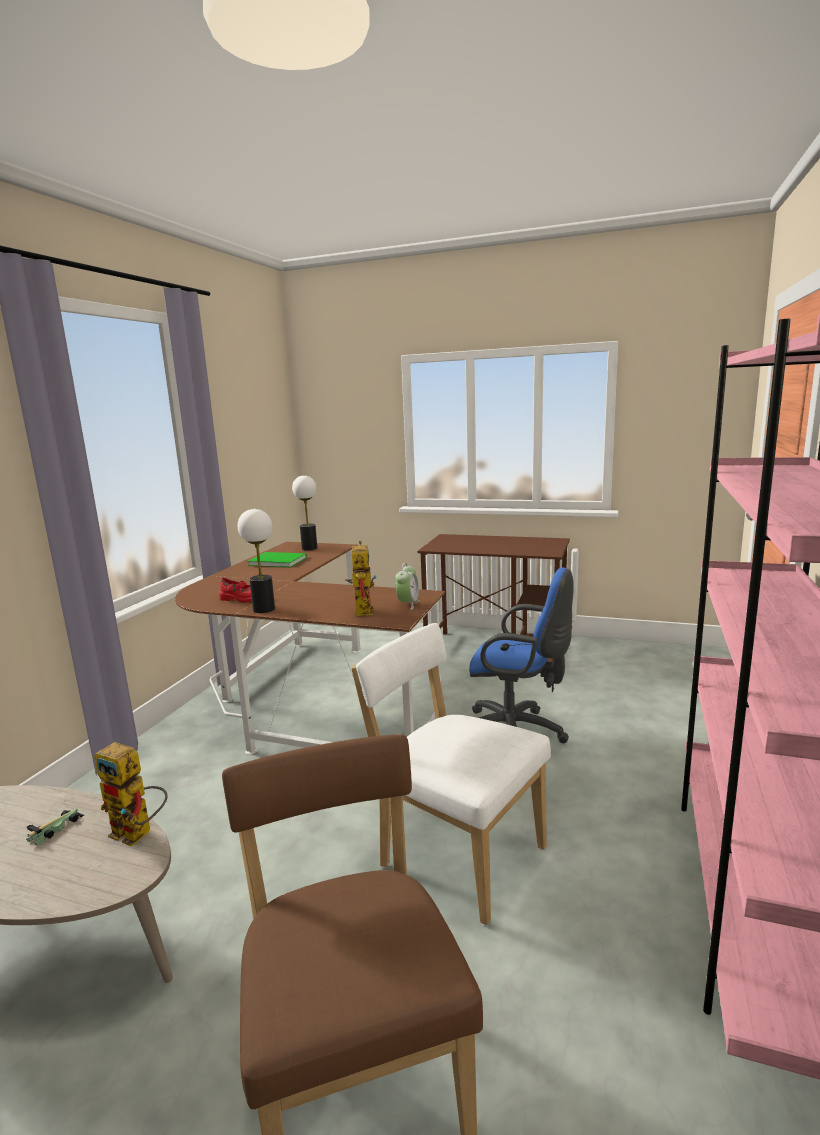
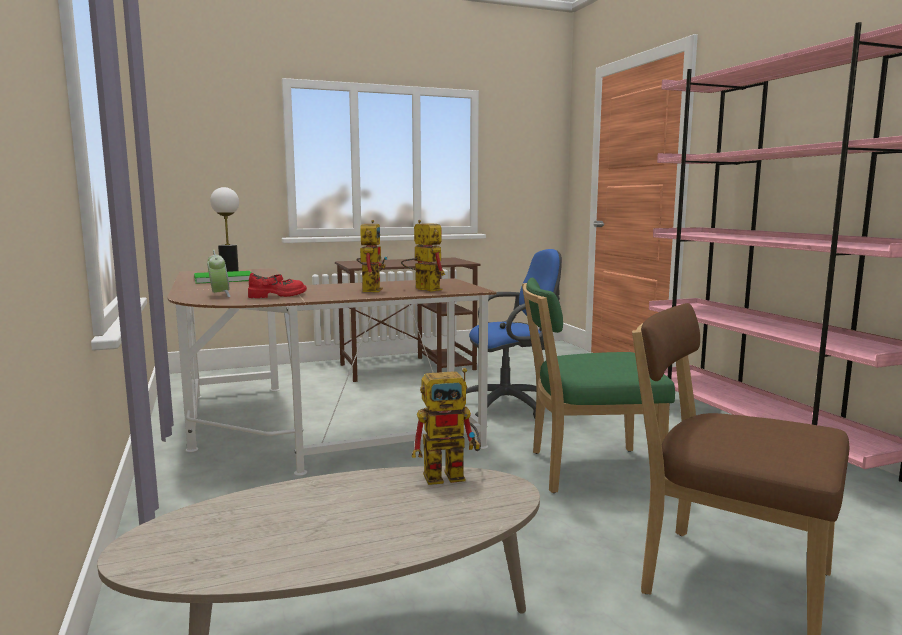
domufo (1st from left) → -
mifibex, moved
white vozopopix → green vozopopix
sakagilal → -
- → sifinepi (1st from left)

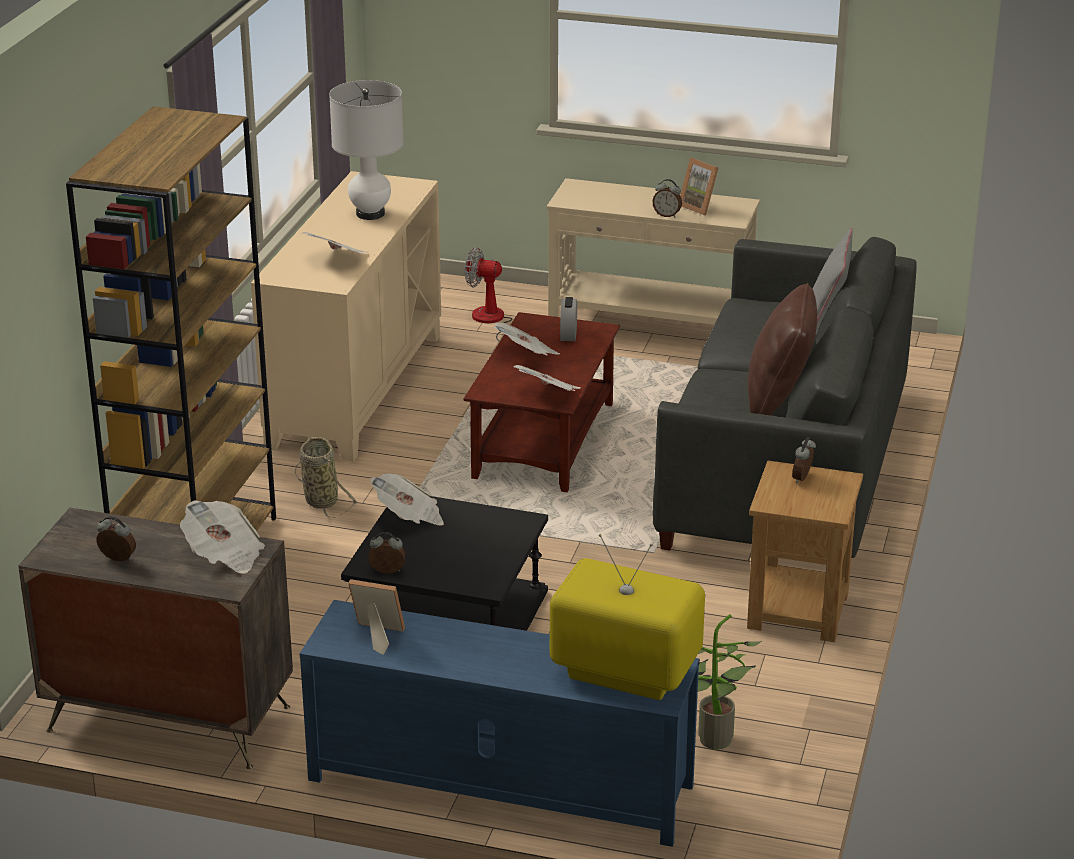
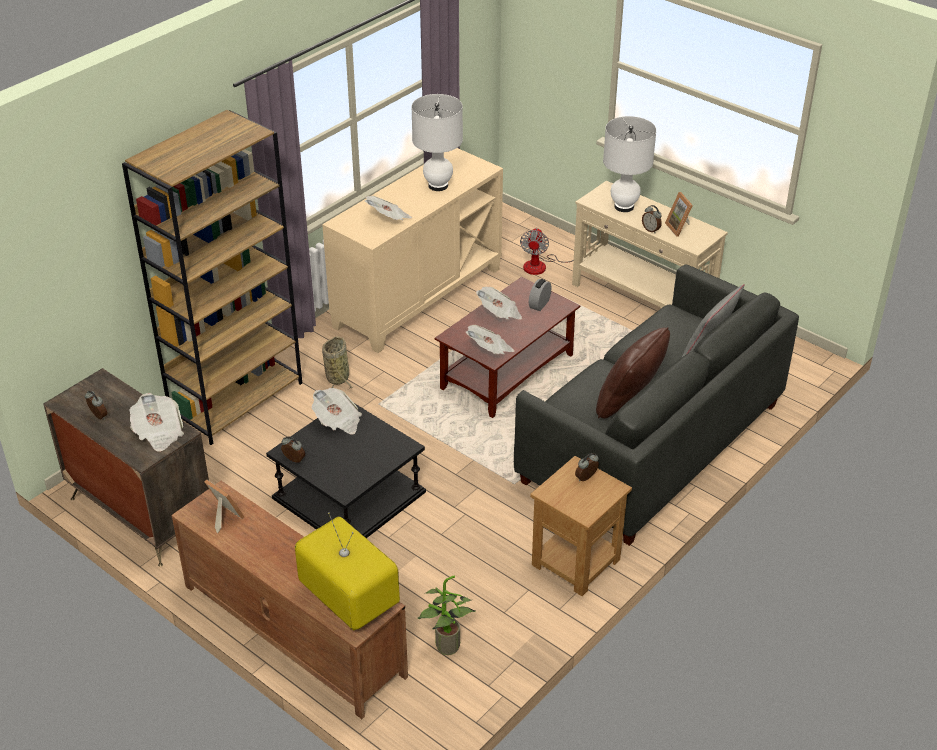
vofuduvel, 120 degrees counterclockwise
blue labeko → brown labeko
- → white domufo (2nd from left)

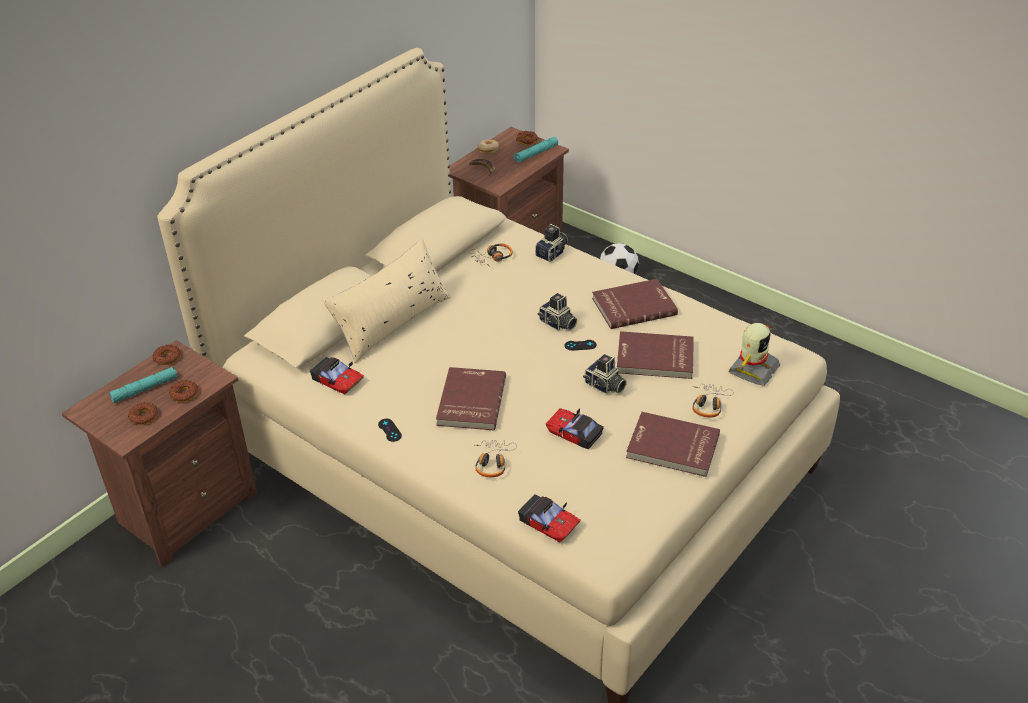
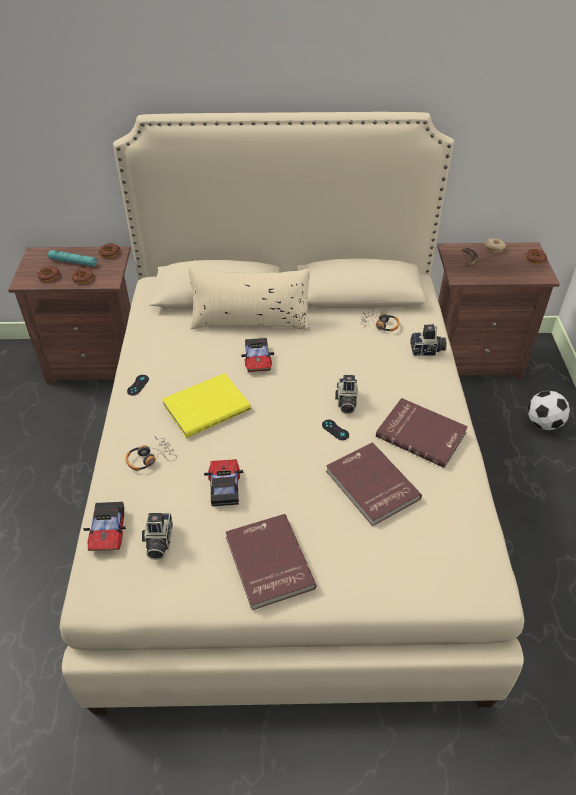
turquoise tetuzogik (2nd from left) → -
sifinepi → -
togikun (3rd from left in the first image) → togikun (1st from left), moved
sakagilal (1st from left in the first image) → sakagilal (3rd from left), moved
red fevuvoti (1st from left) → yellow fevuvoti
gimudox (3rd from left) → -

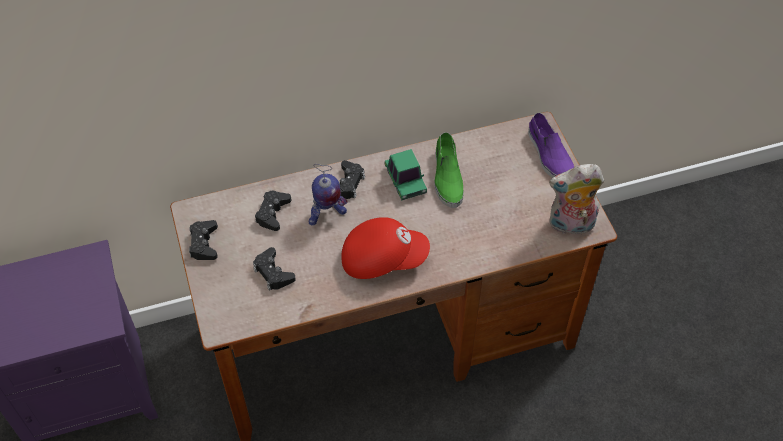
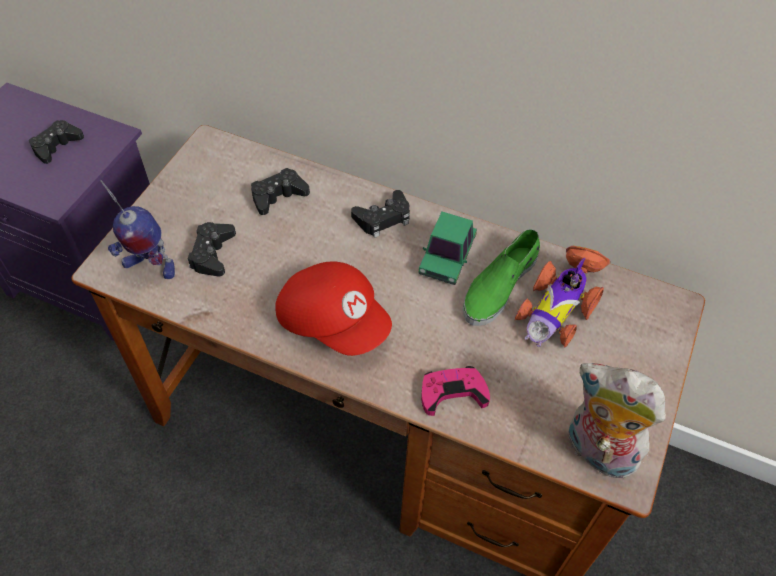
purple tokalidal → -
sifinepi, moved
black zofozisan (1st from left), moved
- → sakagilal (2nd from left)
- → pink zofozisan

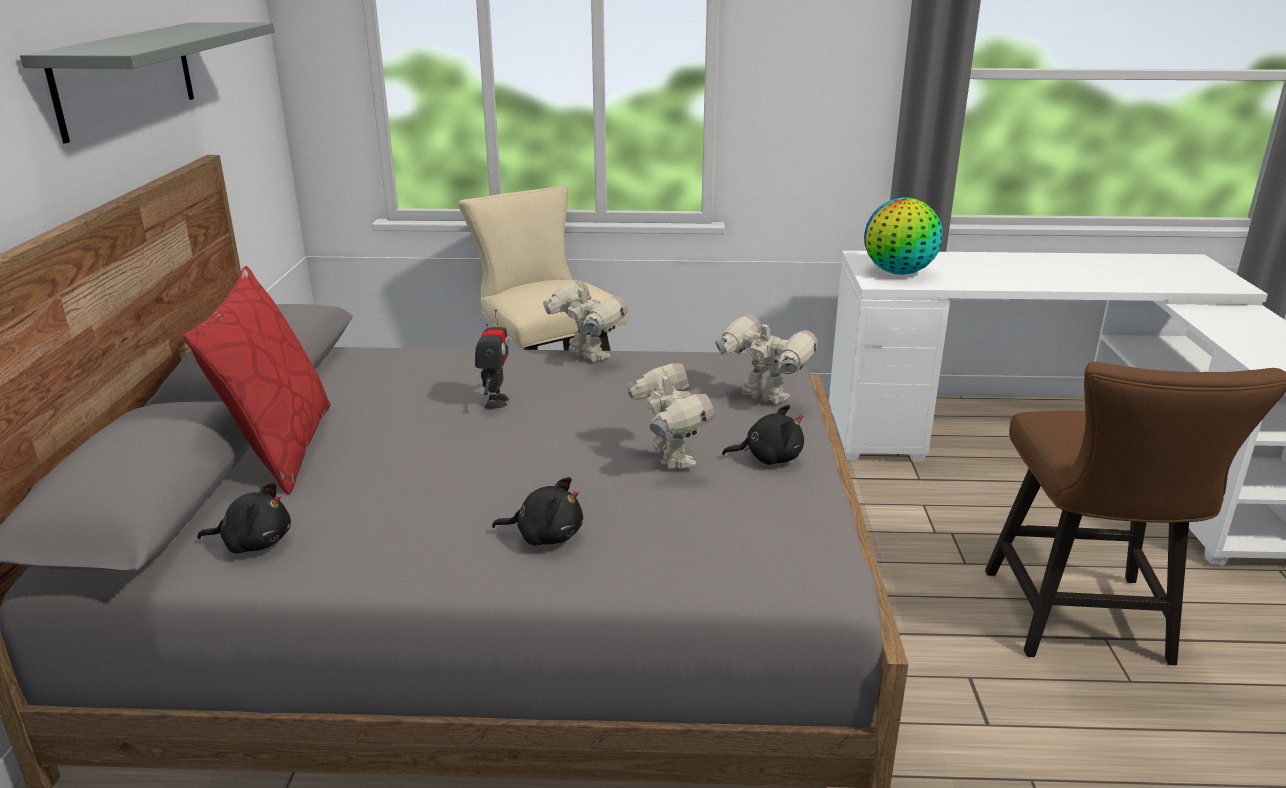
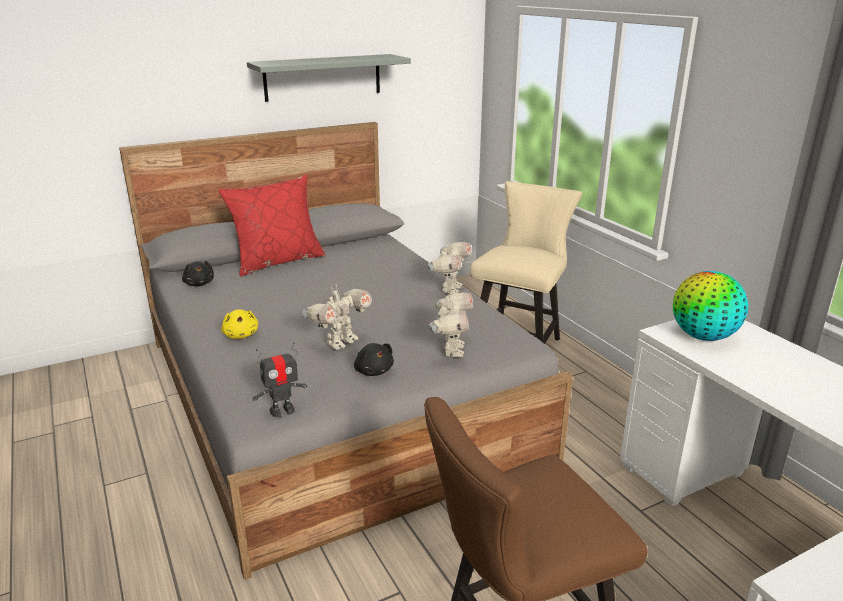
sifinepi (1st from left), moved
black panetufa (2nd from left) → yellow panetufa

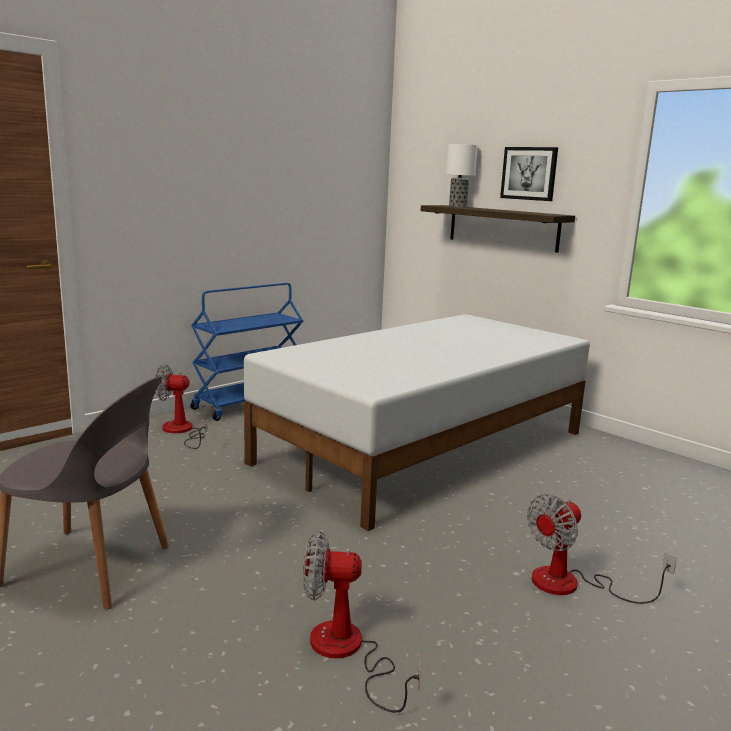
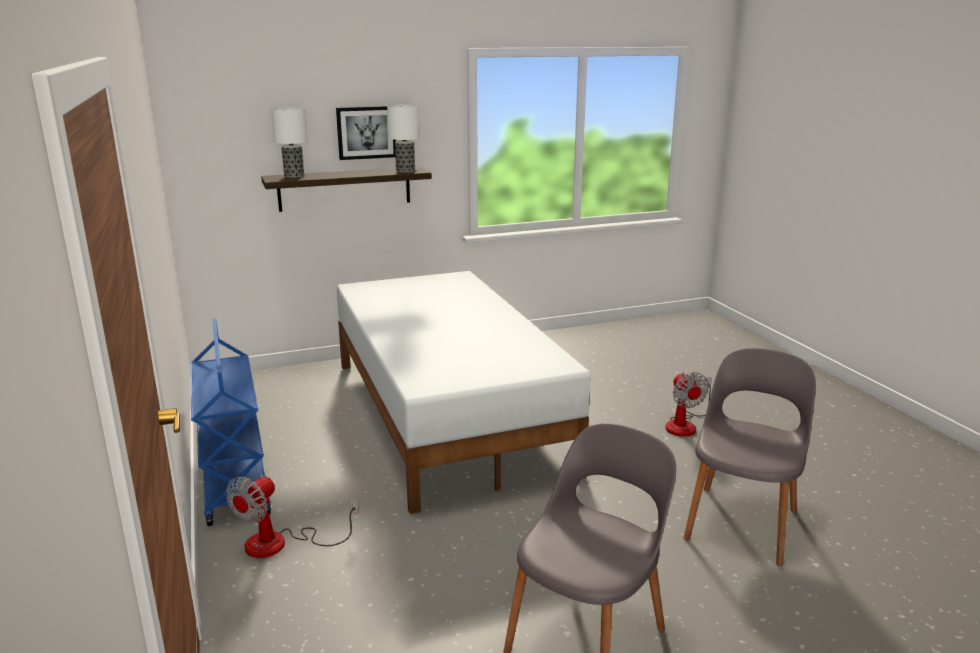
vofuduvel (2nd from left) → grey vozopopix (2nd from left)
- → domufo (2nd from left)

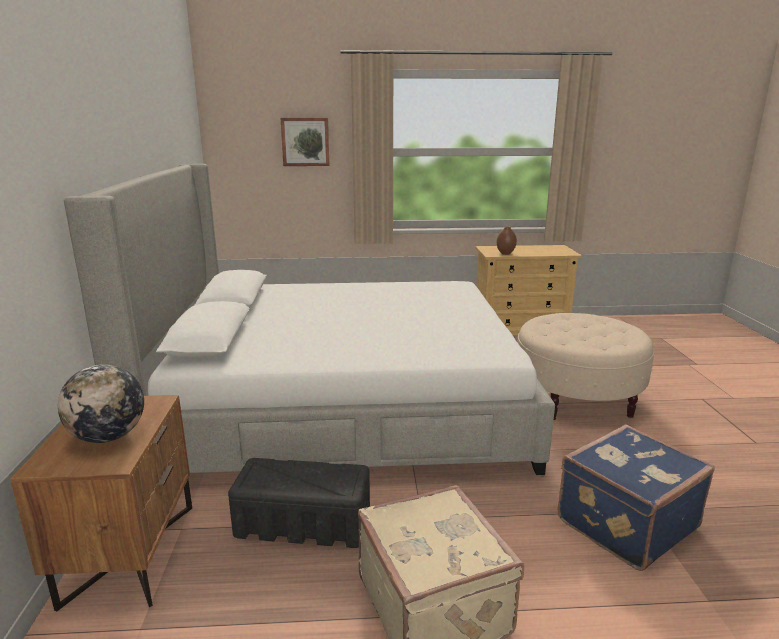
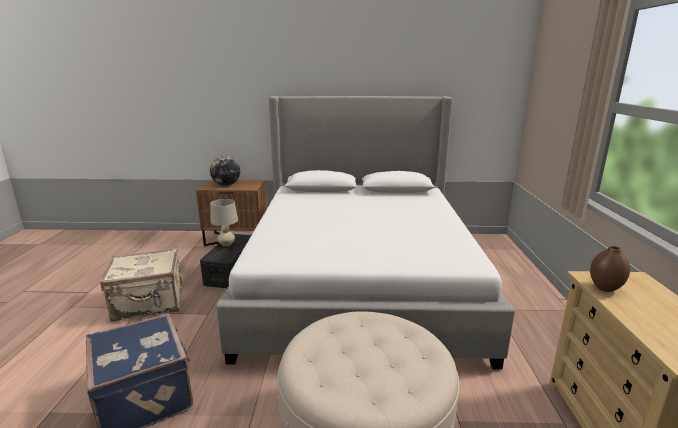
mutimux → -
- → beige domufo

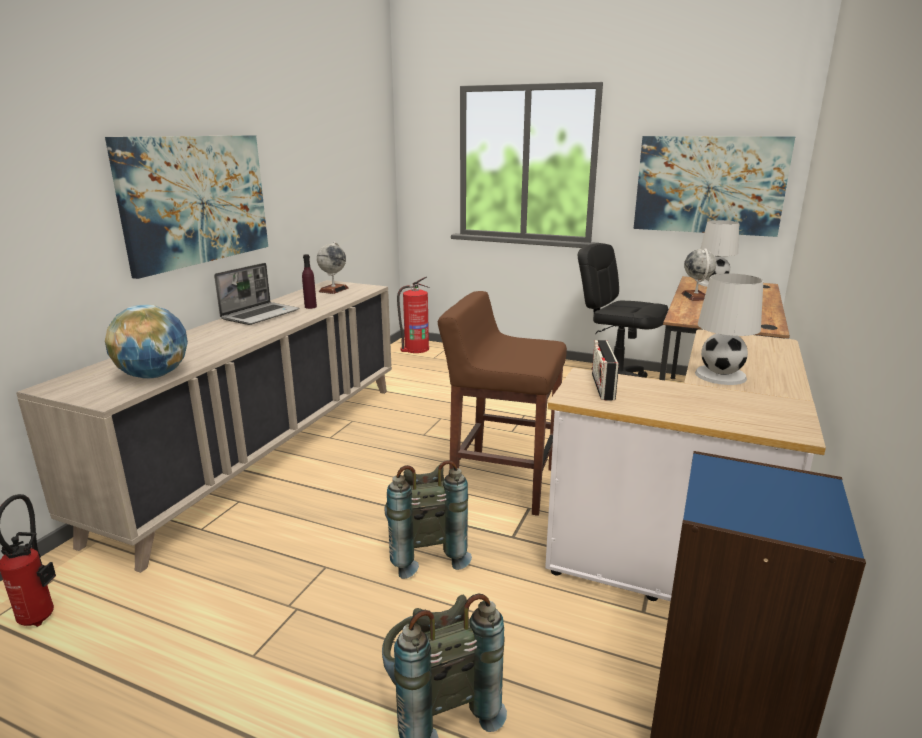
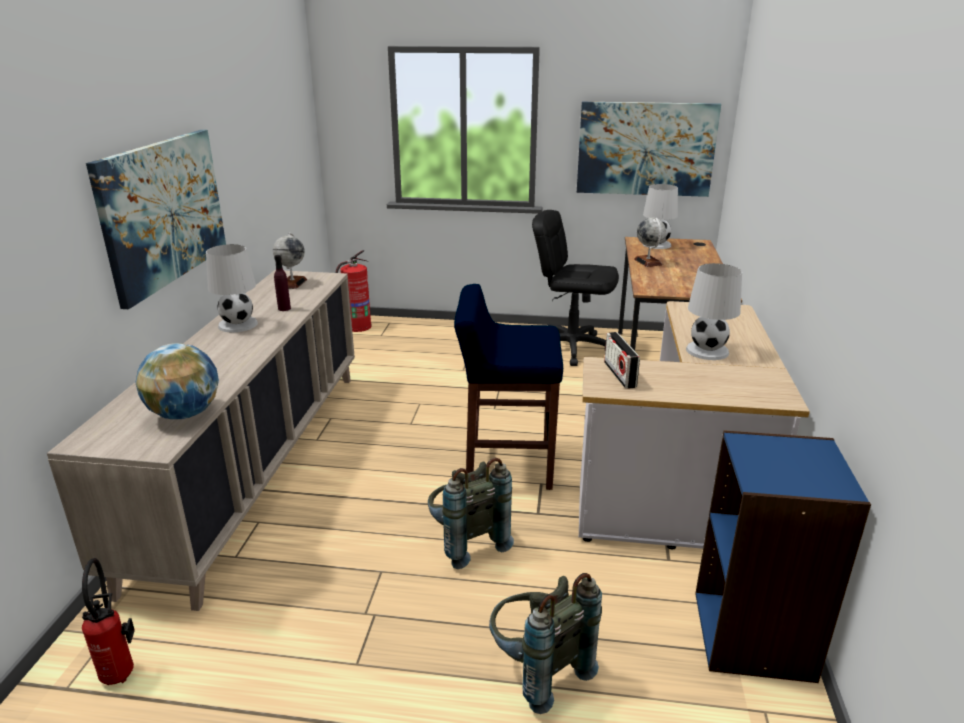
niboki → white domufo (1st from left)
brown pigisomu → blue pigisomu

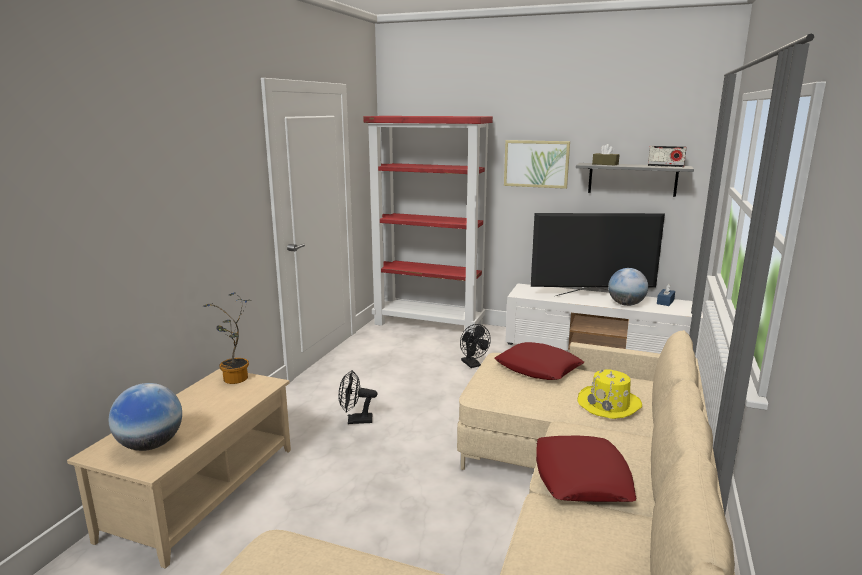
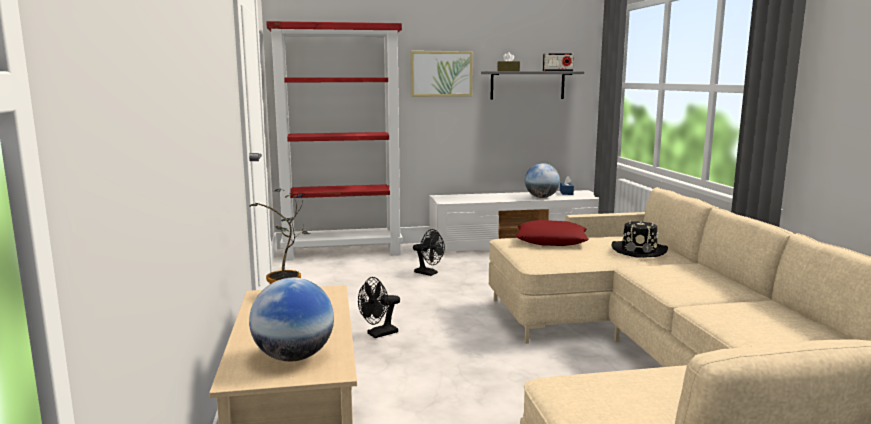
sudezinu → -
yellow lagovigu → black lagovigu
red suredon (2nd from left) → -

